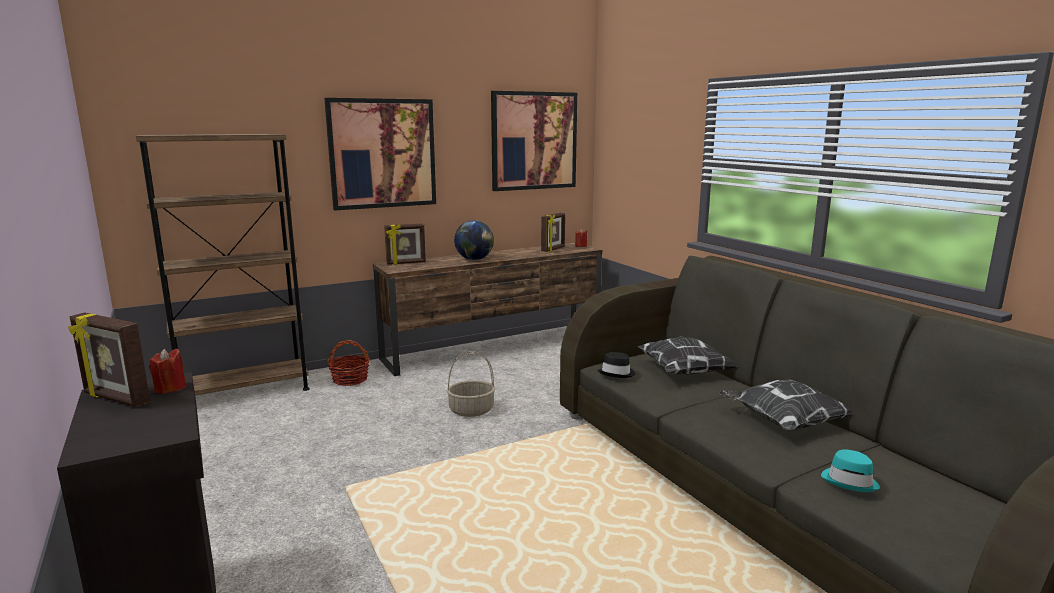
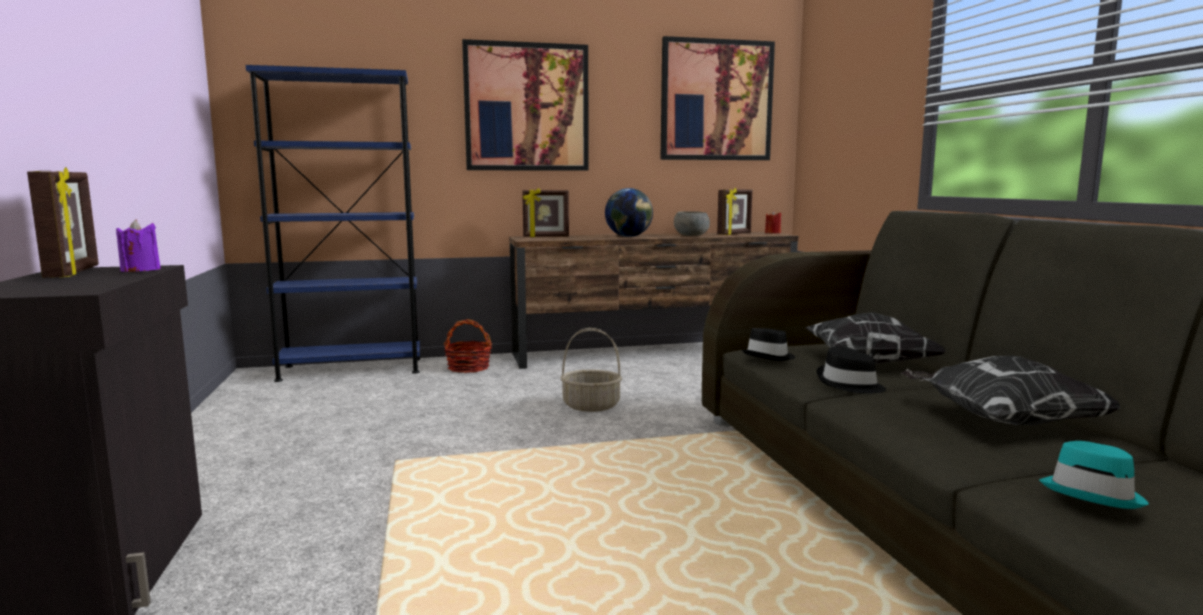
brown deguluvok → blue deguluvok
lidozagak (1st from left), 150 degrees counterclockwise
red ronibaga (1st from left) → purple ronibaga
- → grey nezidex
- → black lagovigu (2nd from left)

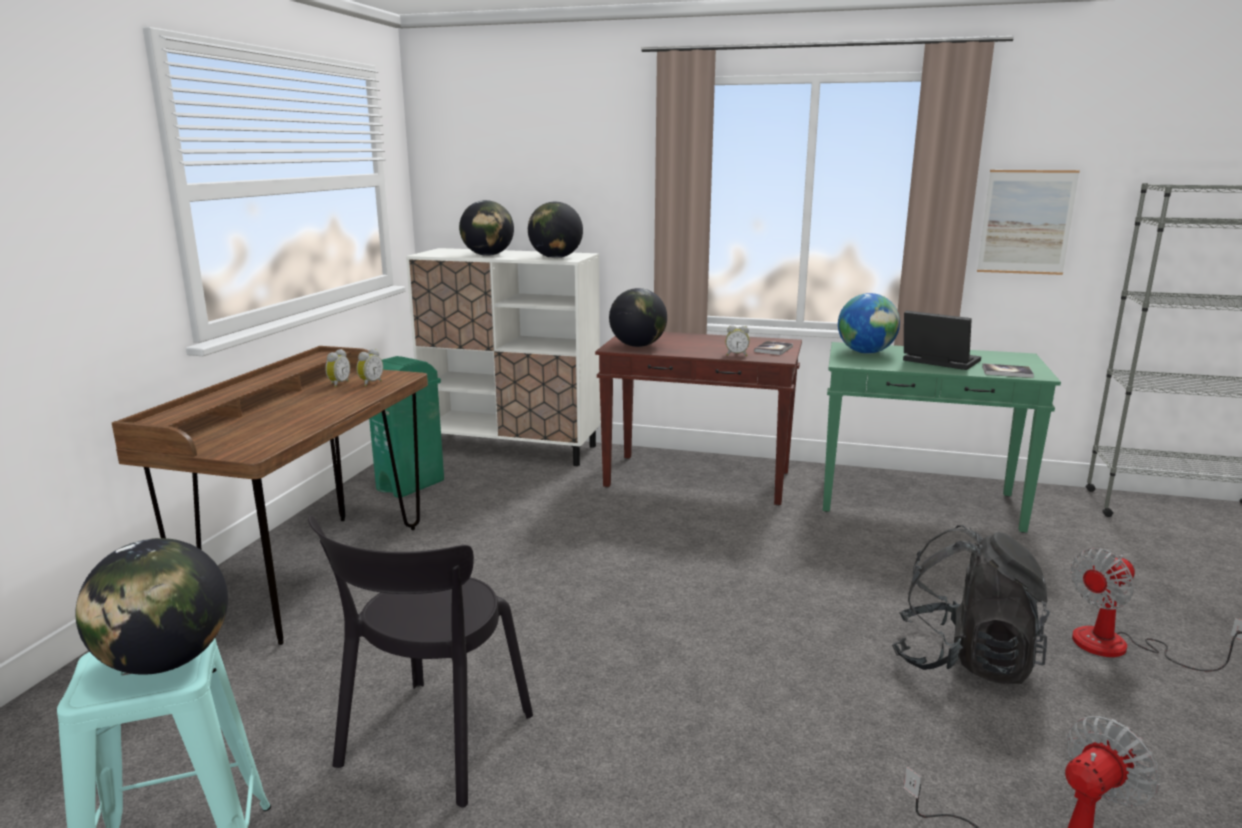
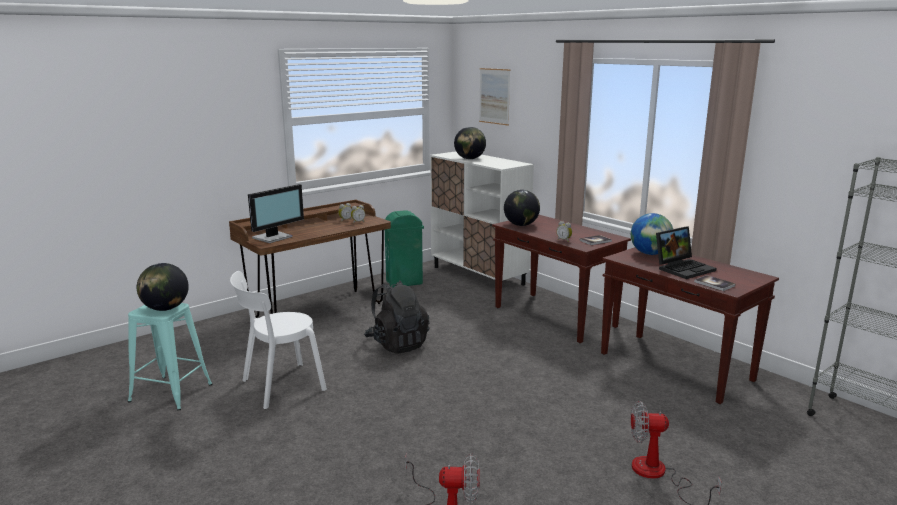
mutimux, moved
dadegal (3rd from left) → -
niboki, 75 degrees clockwise
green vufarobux → brown vufarobux (2nd from left)
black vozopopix → white vozopopix
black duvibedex, moved
- → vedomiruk

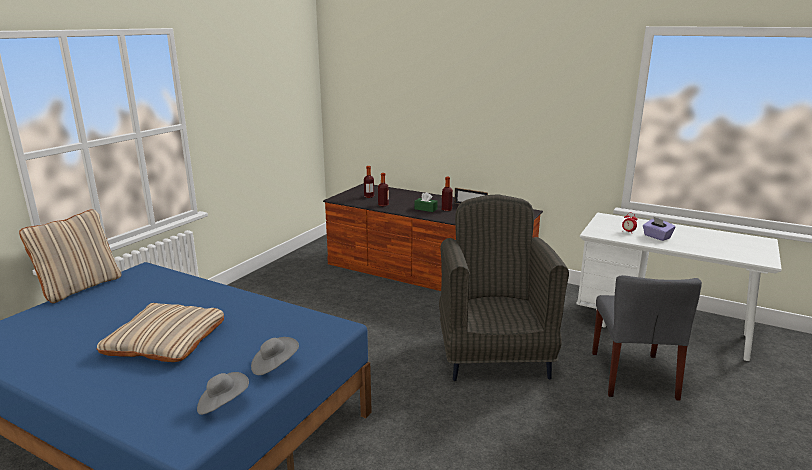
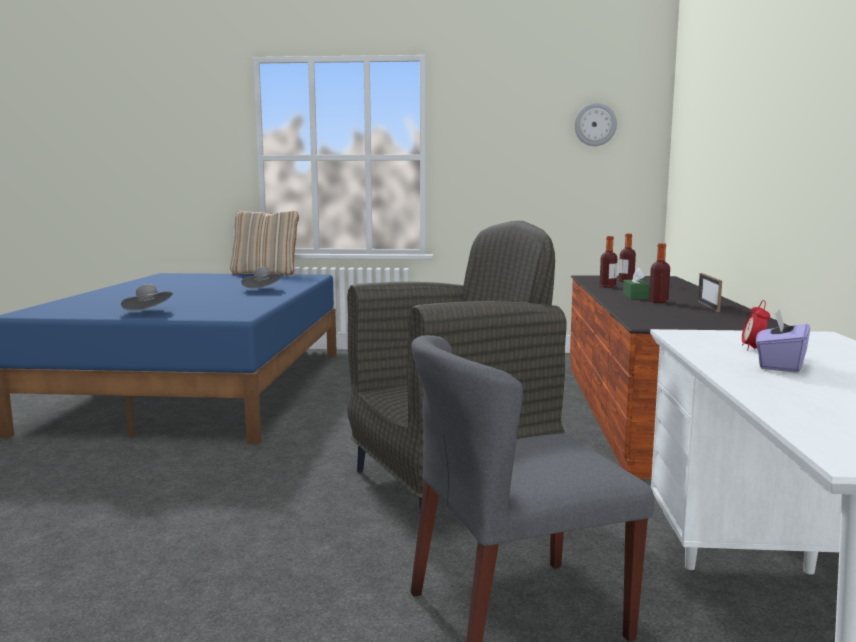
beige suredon (2nd from left) → -
grey lagovigu (1st from left in the first image) → grey lagovigu (2nd from left), moved
- → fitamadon

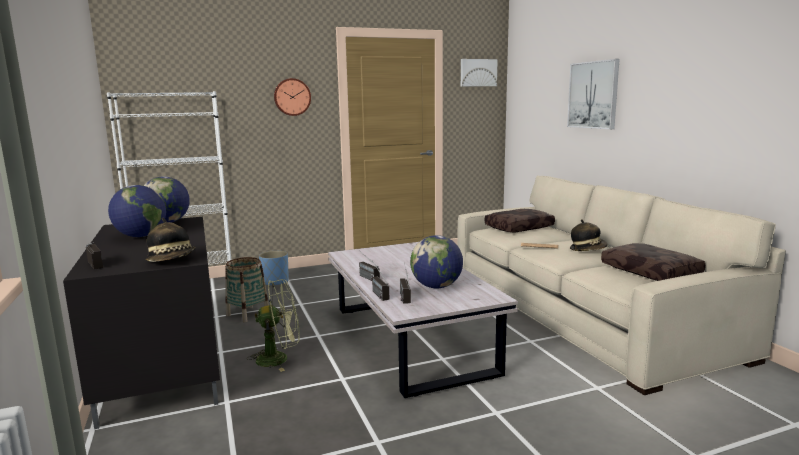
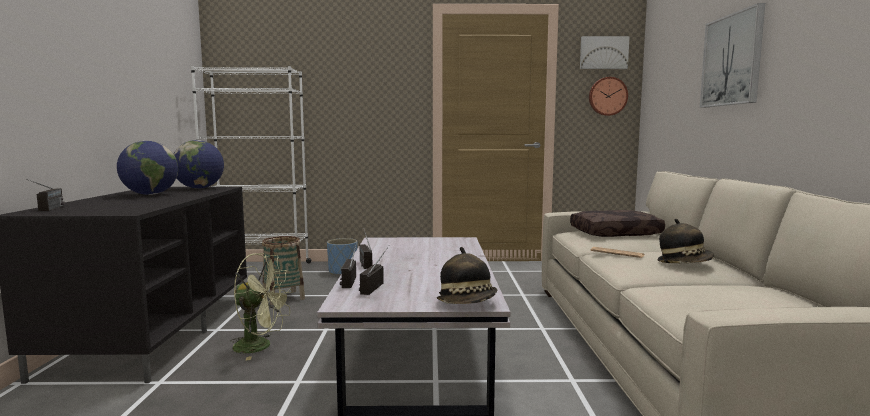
fitamadon, moved
lagovigu (1st from left), moved
dadegal (3rd from left) → -
brown suredon (2nd from left) → -

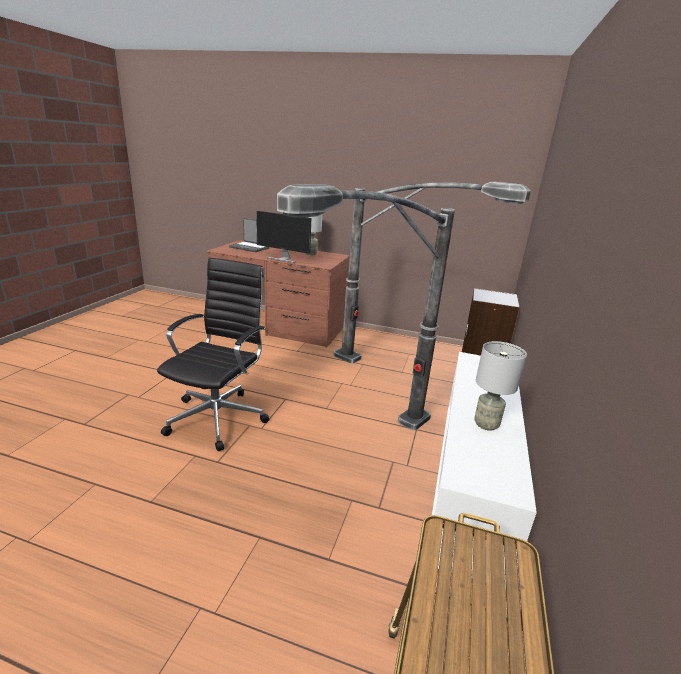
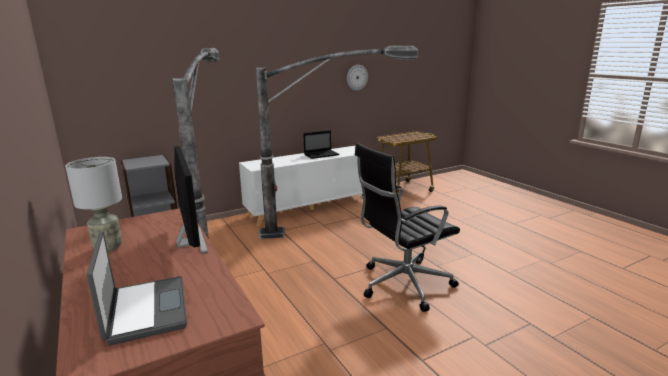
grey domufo (2nd from left) → niboki (2nd from left)
- → fitamadon

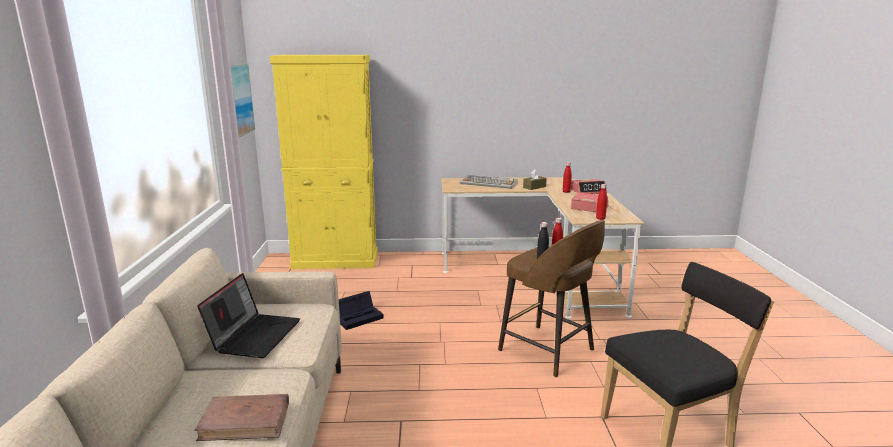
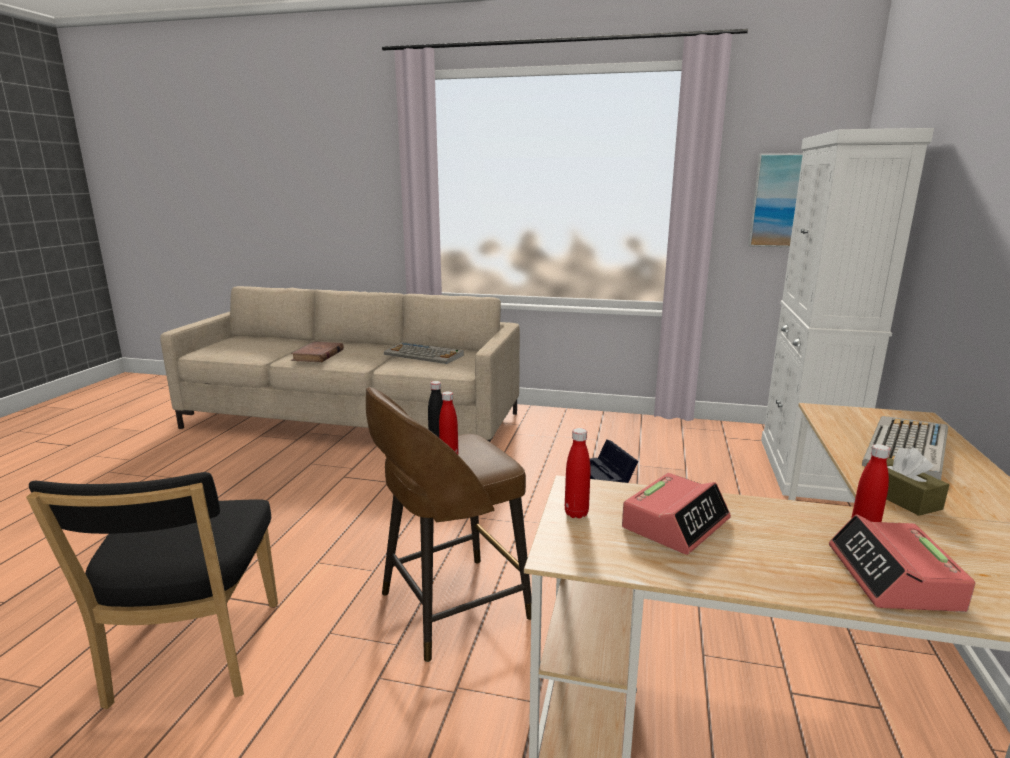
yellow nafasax → white nafasax
niboki → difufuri (1st from left)

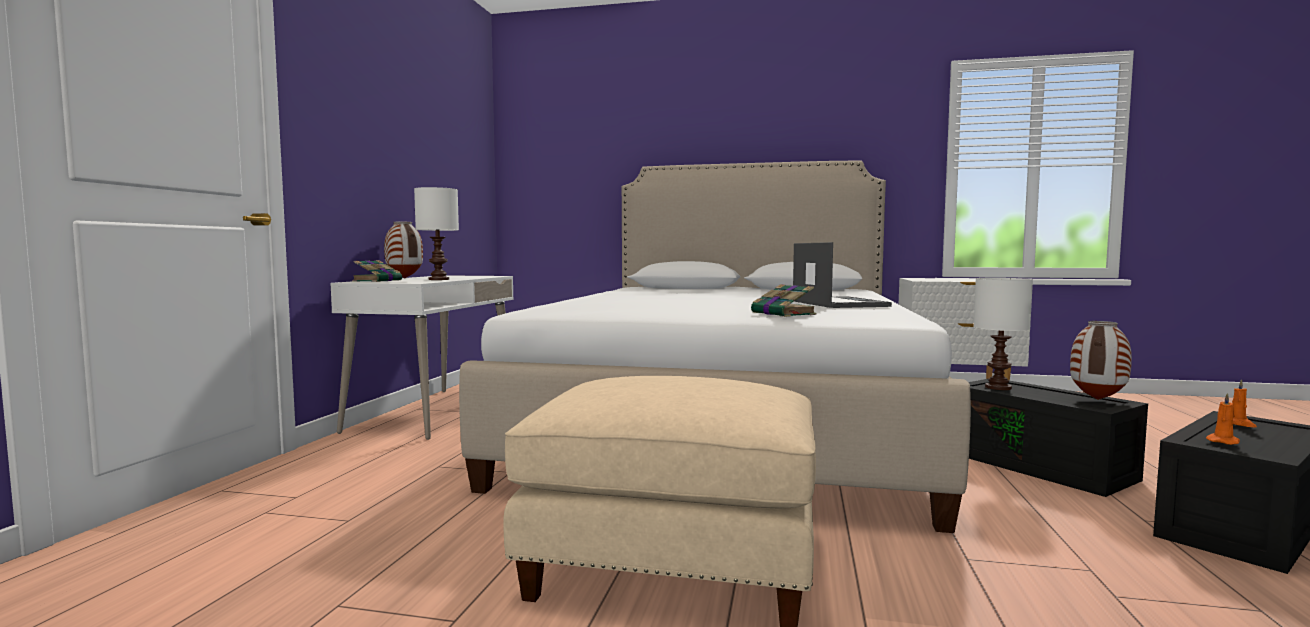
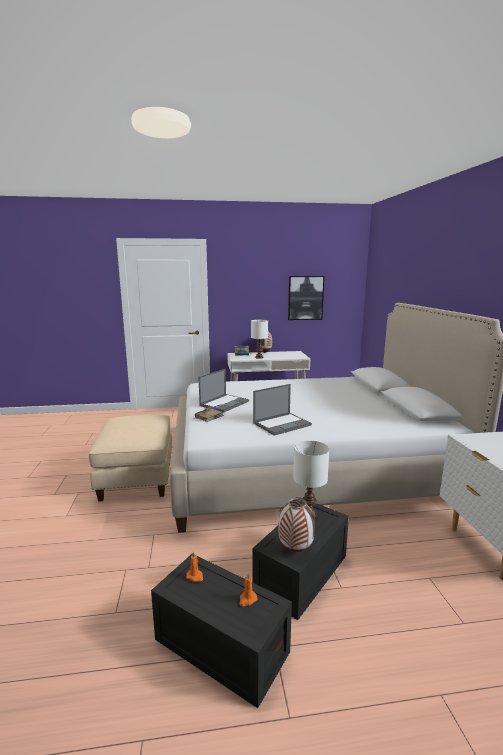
- → mutimux
- → niboki (1st from left)

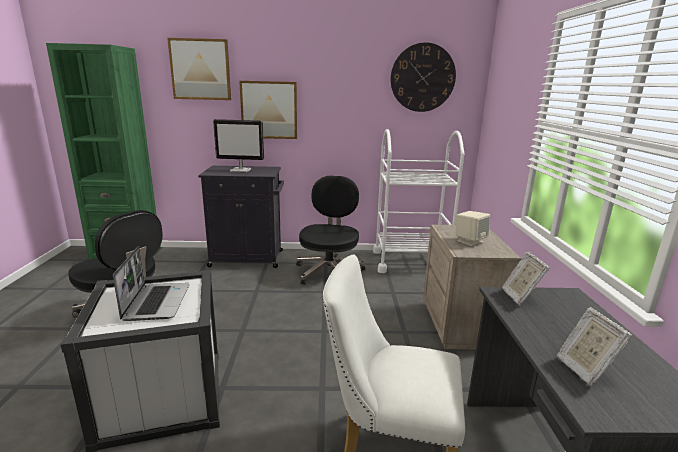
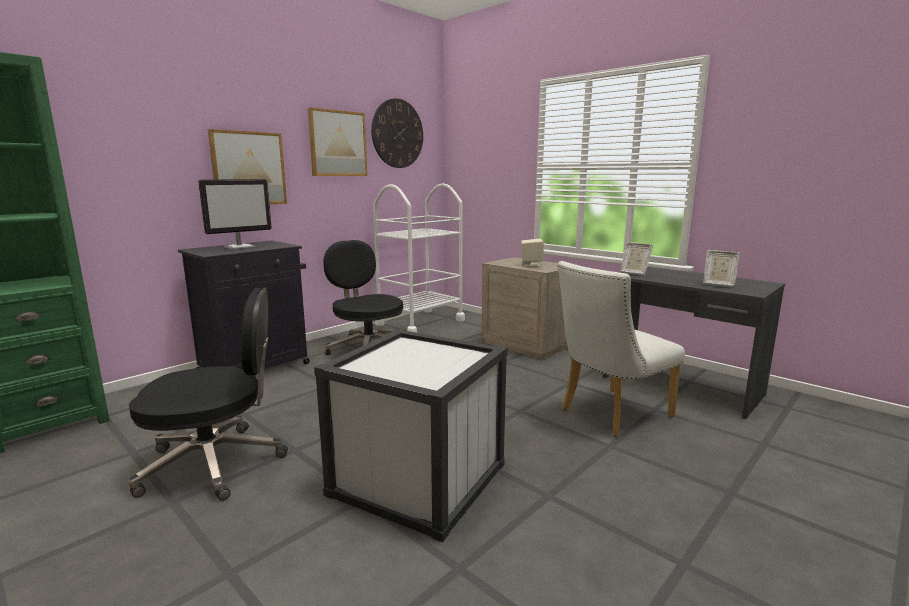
mutimux (1st from left in the first image) → mutimux (2nd from left), moved
niboki → -

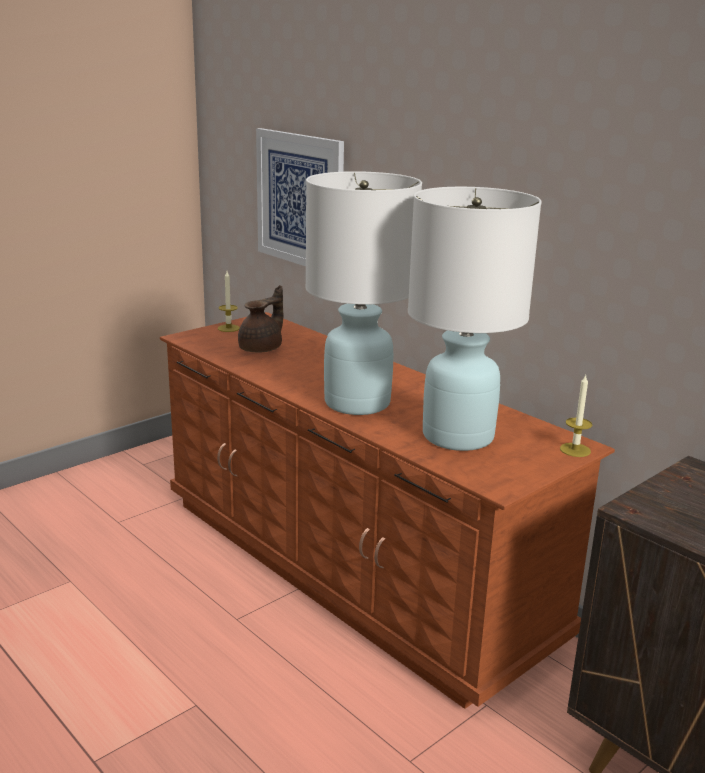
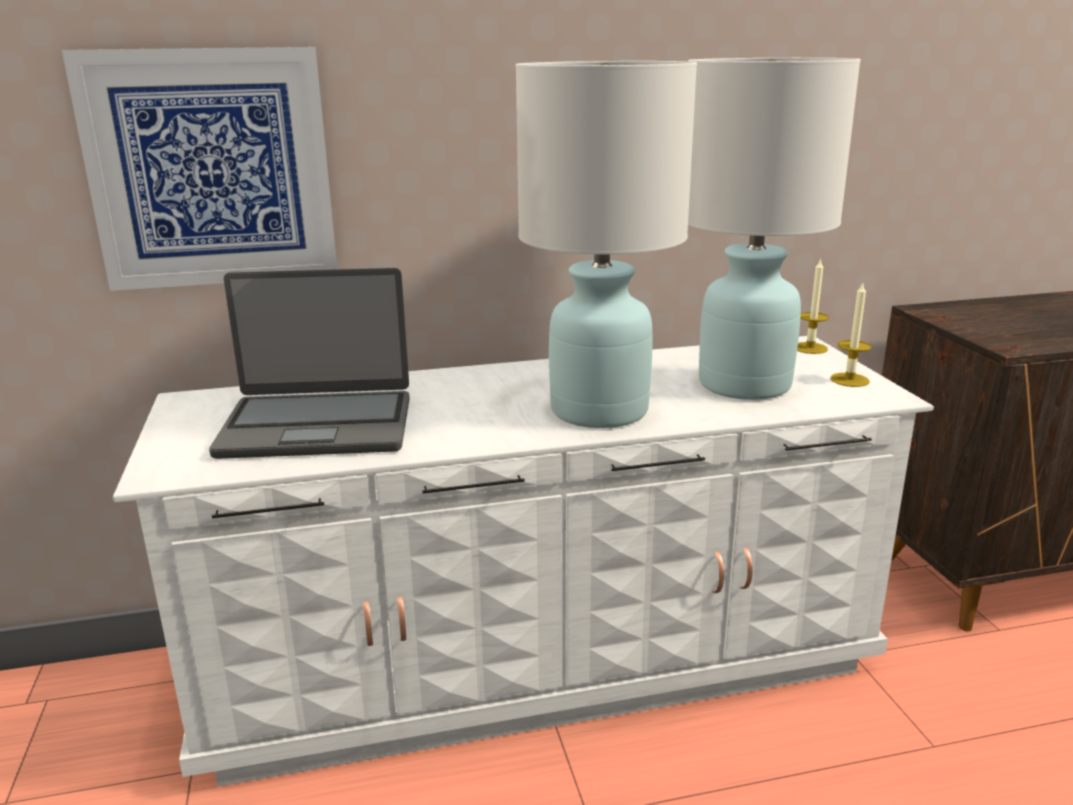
ronibaga (1st from left in the first image) → ronibaga (2nd from left), moved
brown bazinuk → niboki
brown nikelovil → white nikelovil

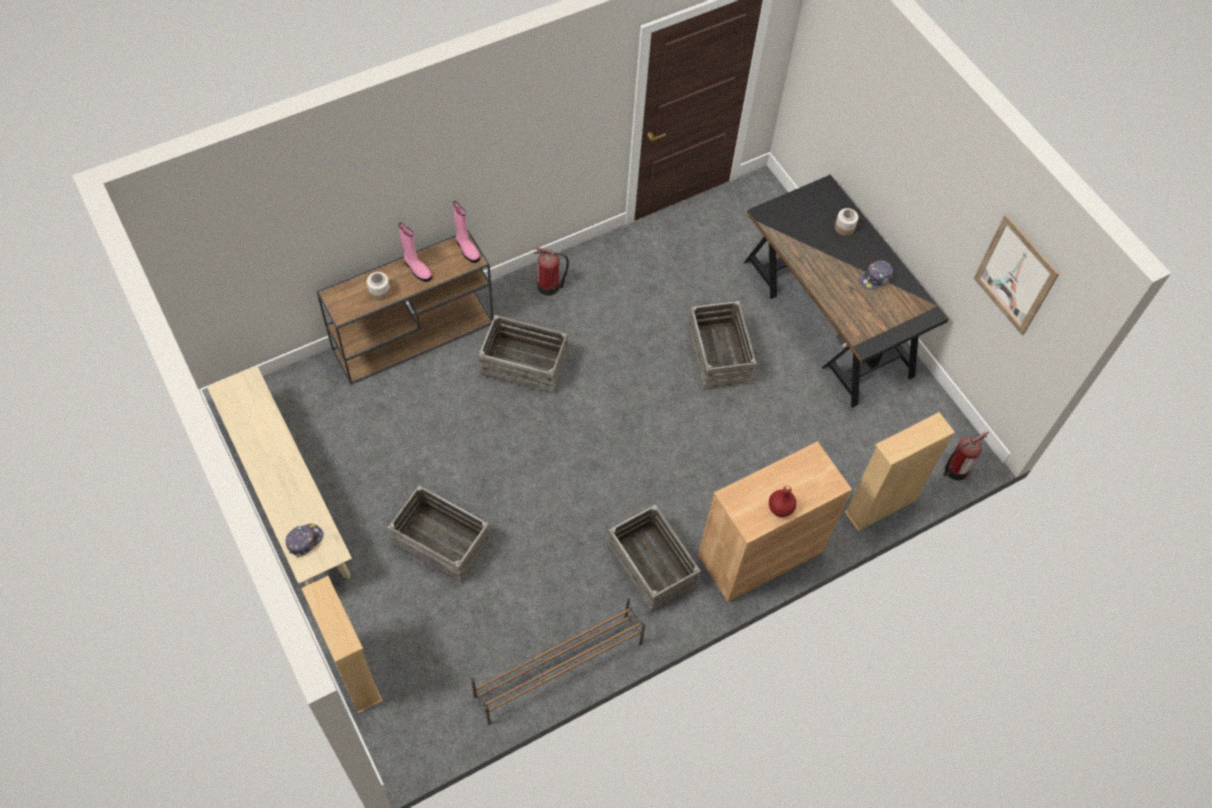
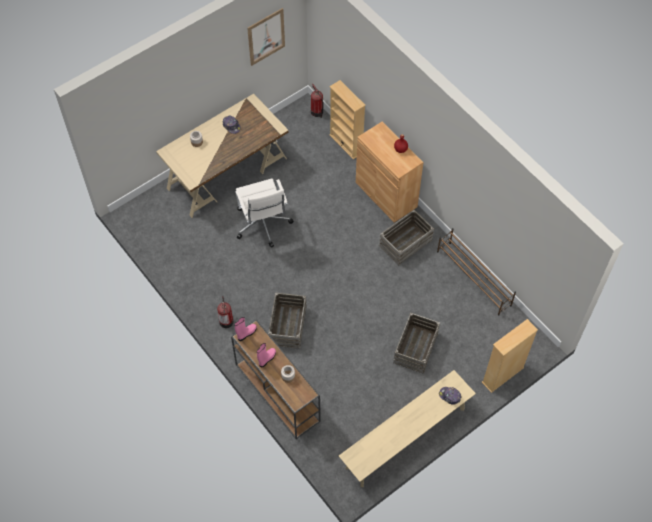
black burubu → beige burubu
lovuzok (4th from left) → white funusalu

